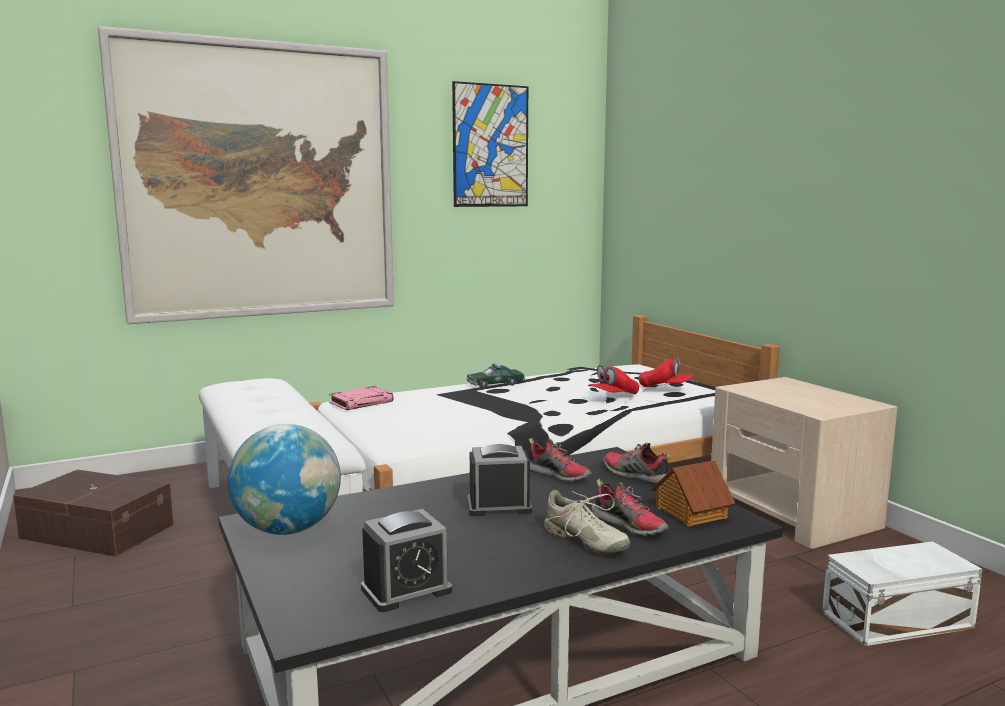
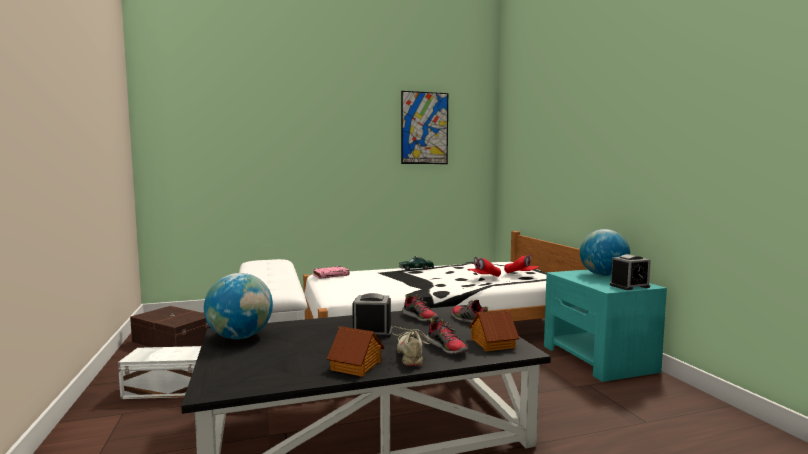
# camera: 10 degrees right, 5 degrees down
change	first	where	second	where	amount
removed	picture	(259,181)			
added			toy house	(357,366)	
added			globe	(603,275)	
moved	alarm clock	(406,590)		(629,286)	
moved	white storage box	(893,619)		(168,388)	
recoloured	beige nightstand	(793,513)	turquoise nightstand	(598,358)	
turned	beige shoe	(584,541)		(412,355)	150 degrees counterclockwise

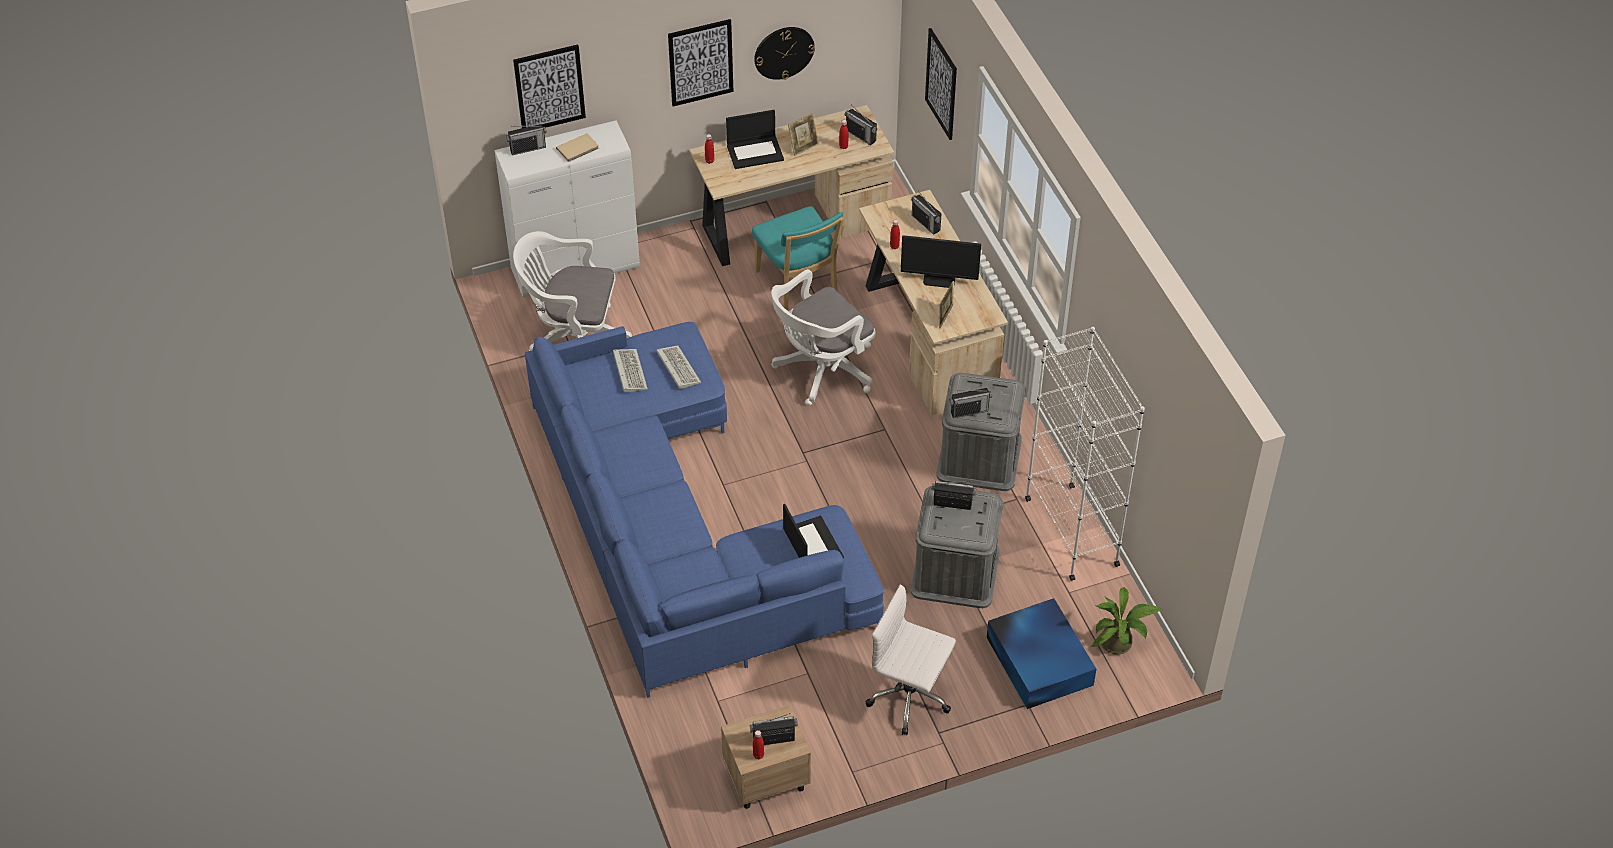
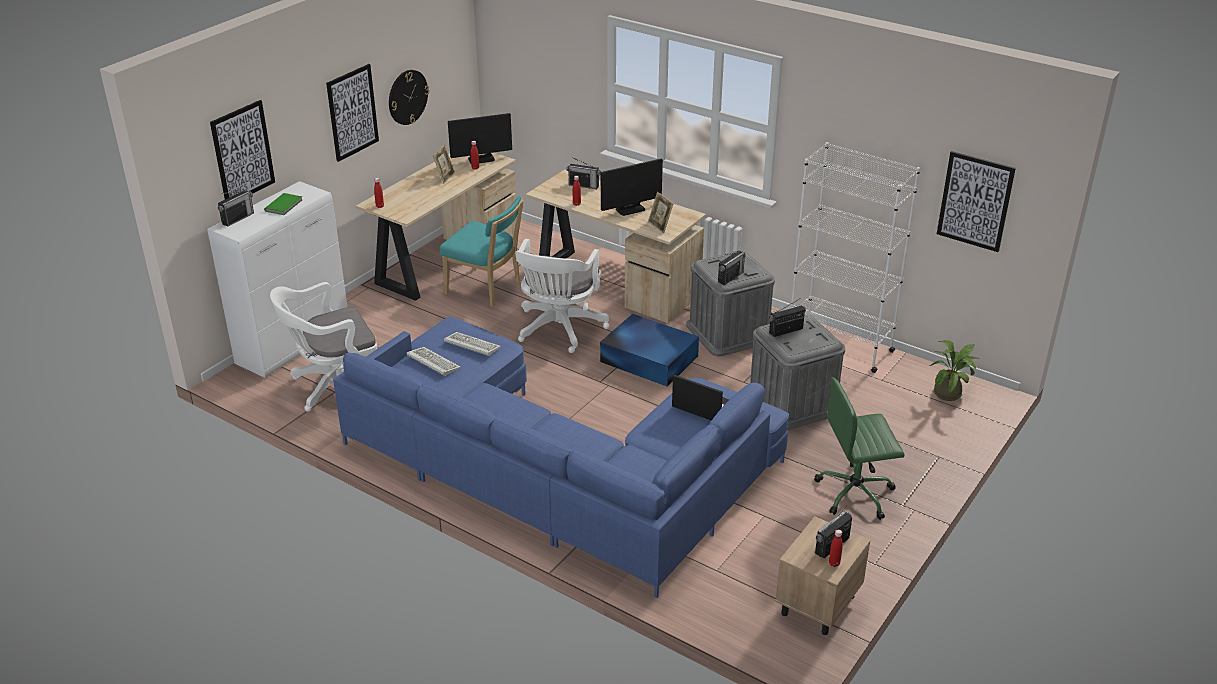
# camera: 35 degrees left, 15 degrees down
change	first	where	second	where	amount
removed	laptop	(755,152)			
moved	picture	(941,84)		(975,201)	
moved	blue storage box	(1039,659)		(648,358)	
replaced	radio	(861,135)	monitor	(481,159)	
recoloured	beige book	(578,149)	green book	(284,205)	
recoloured	white office chair	(911,697)	green office chair	(856,493)	

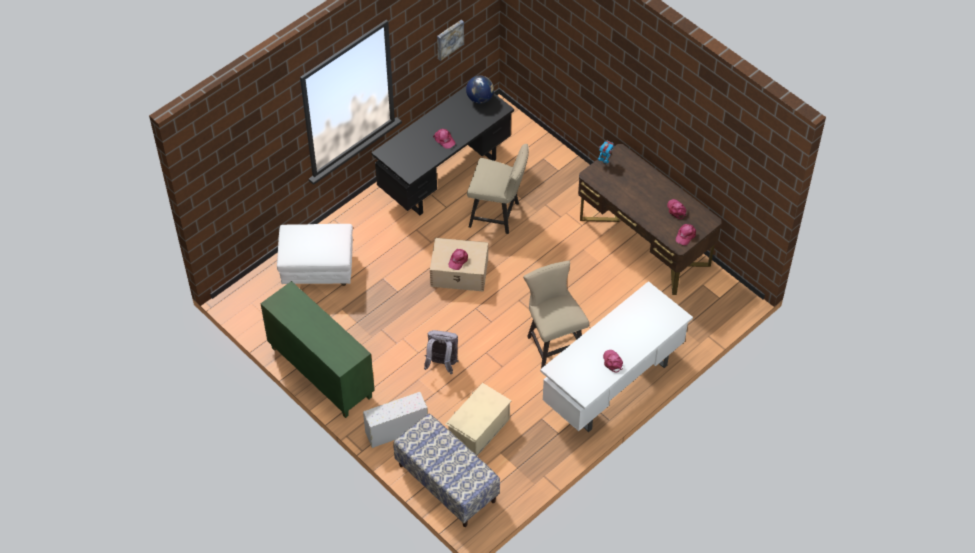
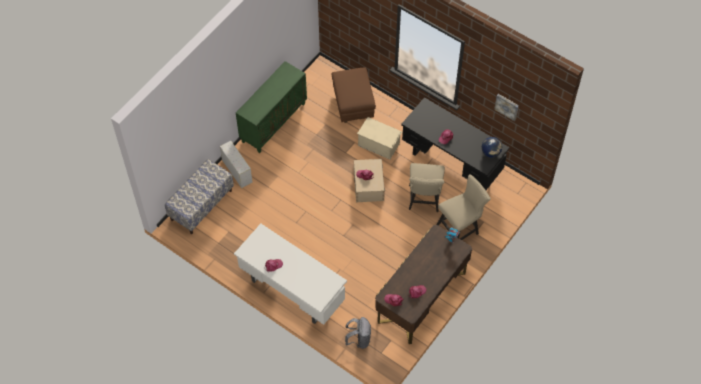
# camera: 80 degrees right, 5 degrees up
change	first	where	second	where	amount
moved	grey backpack	(442,364)		(359,340)	
moved	beige storage box	(478,429)		(378,144)	
moved	beige chair	(553,342)		(460,228)	
recoloured	white ottoman	(317,271)	brown ottoman	(352,105)	

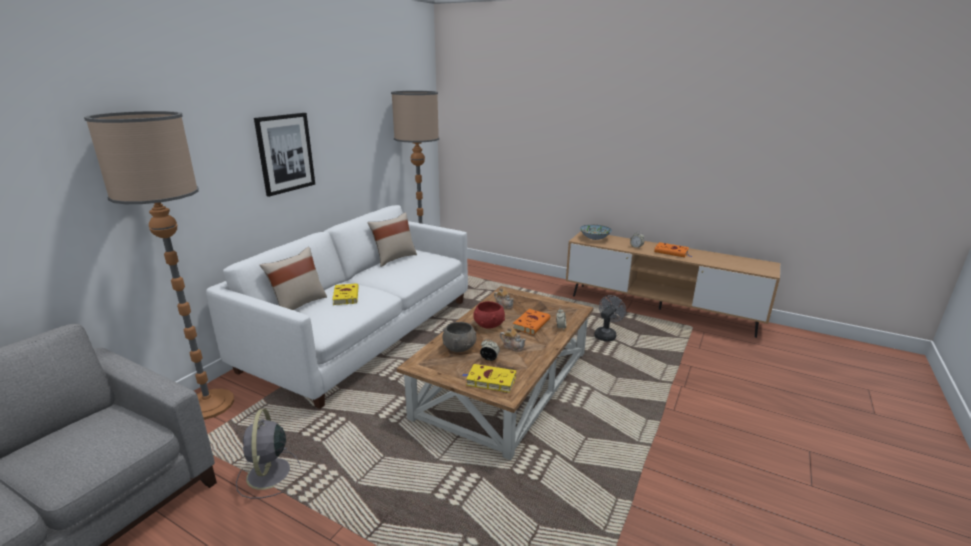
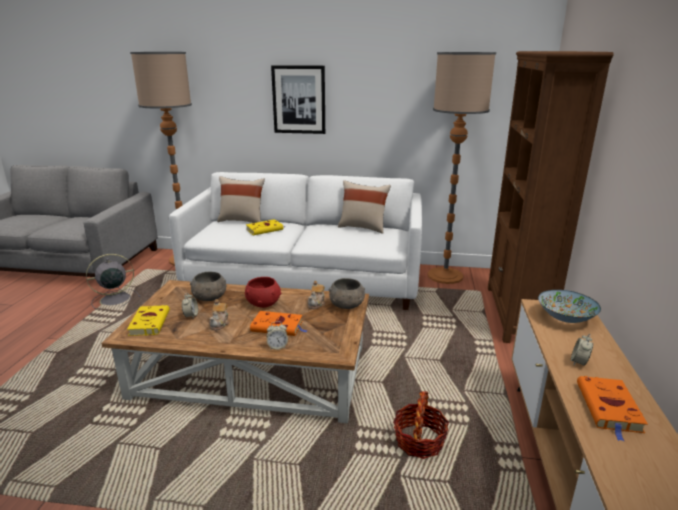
# camera: 70 degrees right, 0 degrees up
change	first	where	second	where	amount
added			grey bowl	(347,305)	
added			brown bookcase	(516,314)	
replaced	grey fan	(606,335)	basket	(419,441)	

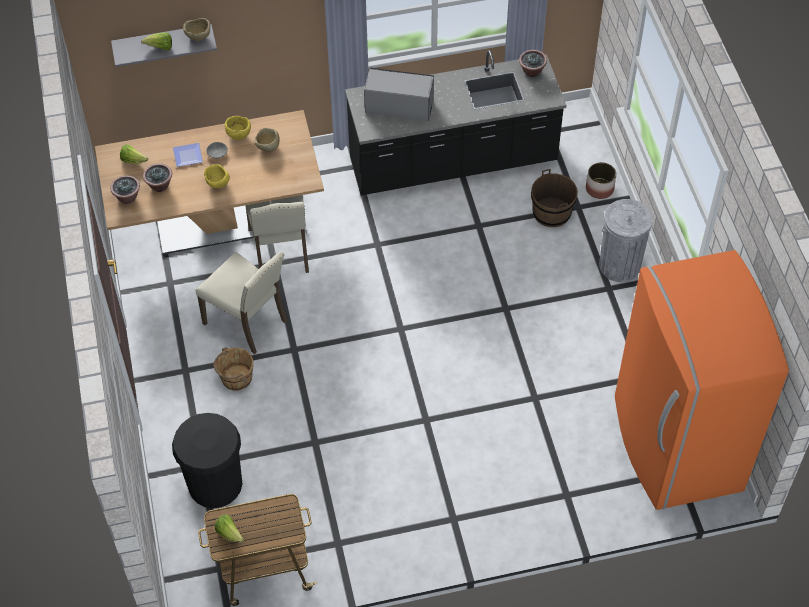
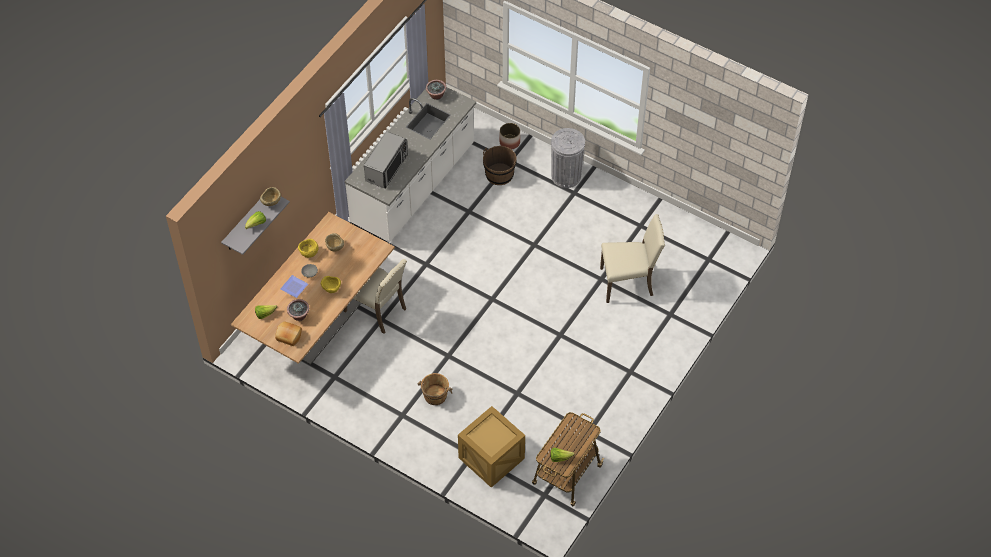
# camera: 45 degrees left, 0 degrees up
change	first	where	second	where	amount
removed	orange fridge	(675,445)			
moved	beige chair	(248,322)		(628,283)	
replaced	potted plant	(127,197)	bread	(288,336)	
replaced	black trash can	(215,484)	crate	(490,457)	
recoloured	black counter	(453,163)	white counter	(414,187)	
turned	microwave	(399,106)		(387,168)	150 degrees clockwise

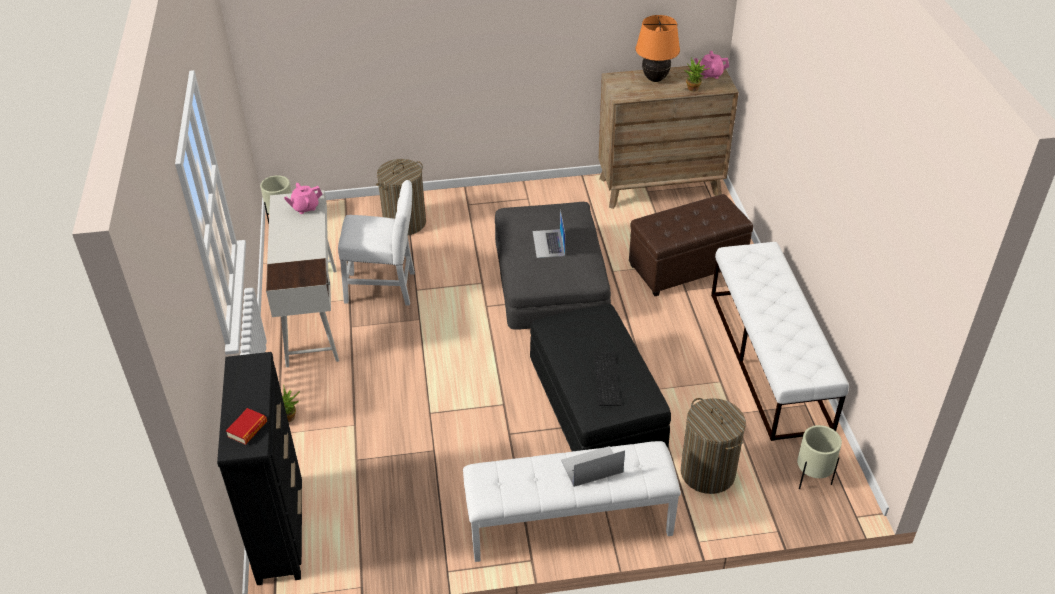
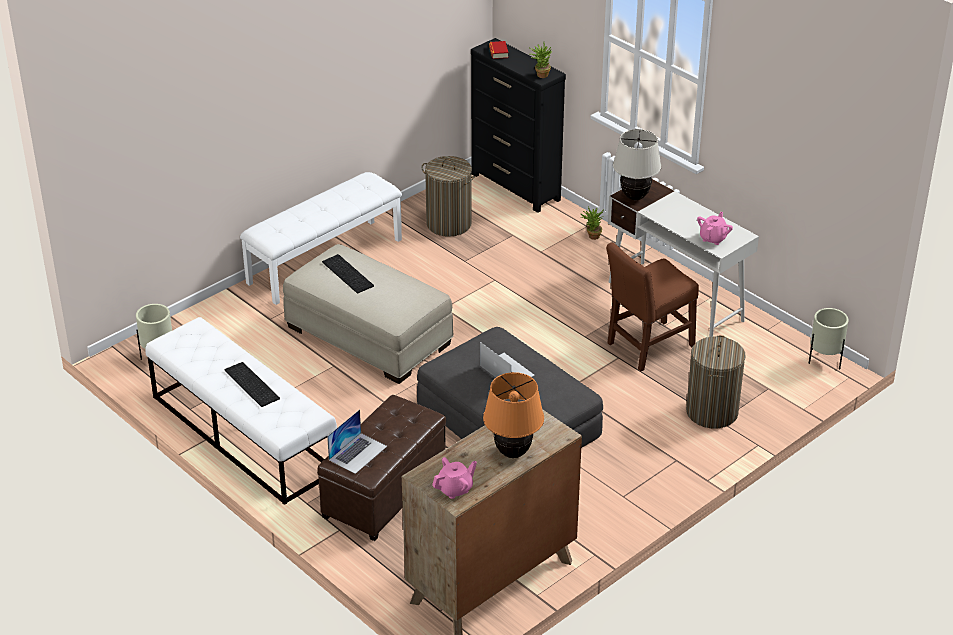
# camera: 145 degrees right, 5 degrees down
change	first	where	second	where	amount
added			keyboard	(250,384)	
added			beige table lamp	(635,197)	
moved	laptop	(591,466)		(358,453)	
moved	laundry basket	(708,472)		(448,224)	
moved	potted plant	(694,89)		(540,74)	
recoloured	white chair	(384,288)	brown chair	(647,347)	
recoloured	black ottoman	(595,406)	beige ottoman	(369,335)	

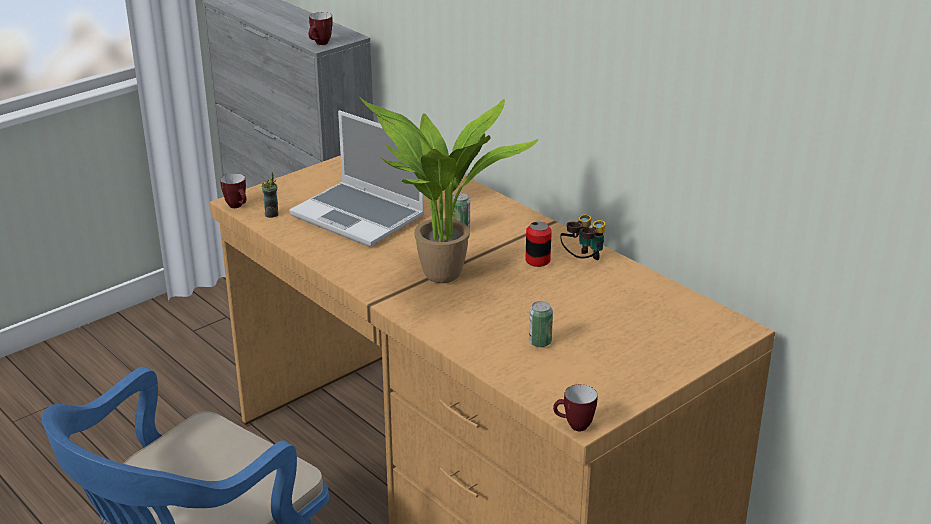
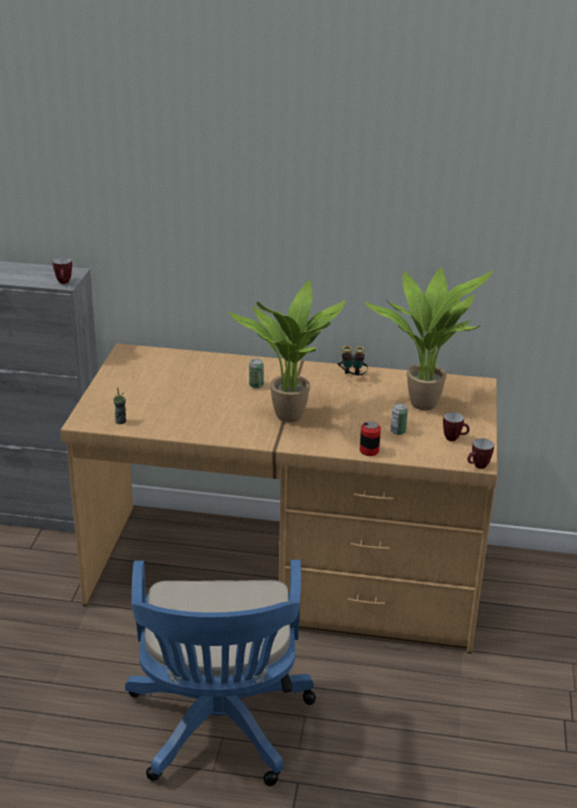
# camera: 40 degrees left, 0 degrees up
change	first	where	second	where	amount
removed	laptop	(360,216)			
added			potted plant	(424,402)	
moved	mug	(238,206)		(454,438)	
moved	can	(537,260)		(369,451)	

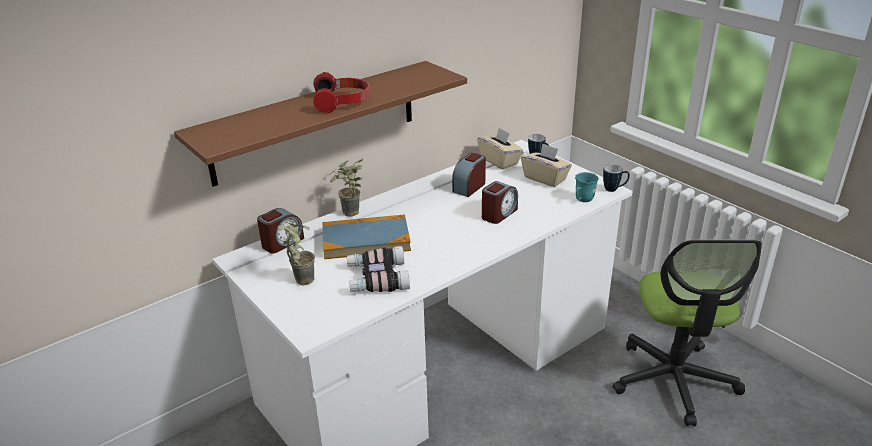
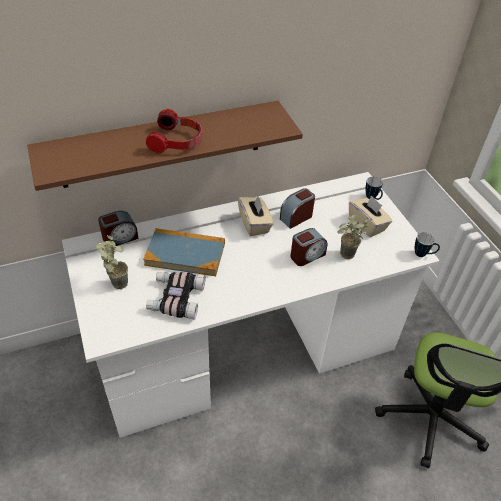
# camera: 15 degrees right, 15 degrees up
change	first	where	second	where	amount
removed	turquoise mug	(582,200)			
moved	potted plant	(349,215)		(345,257)	
moved	beige tissue box	(499,161)		(254,224)	

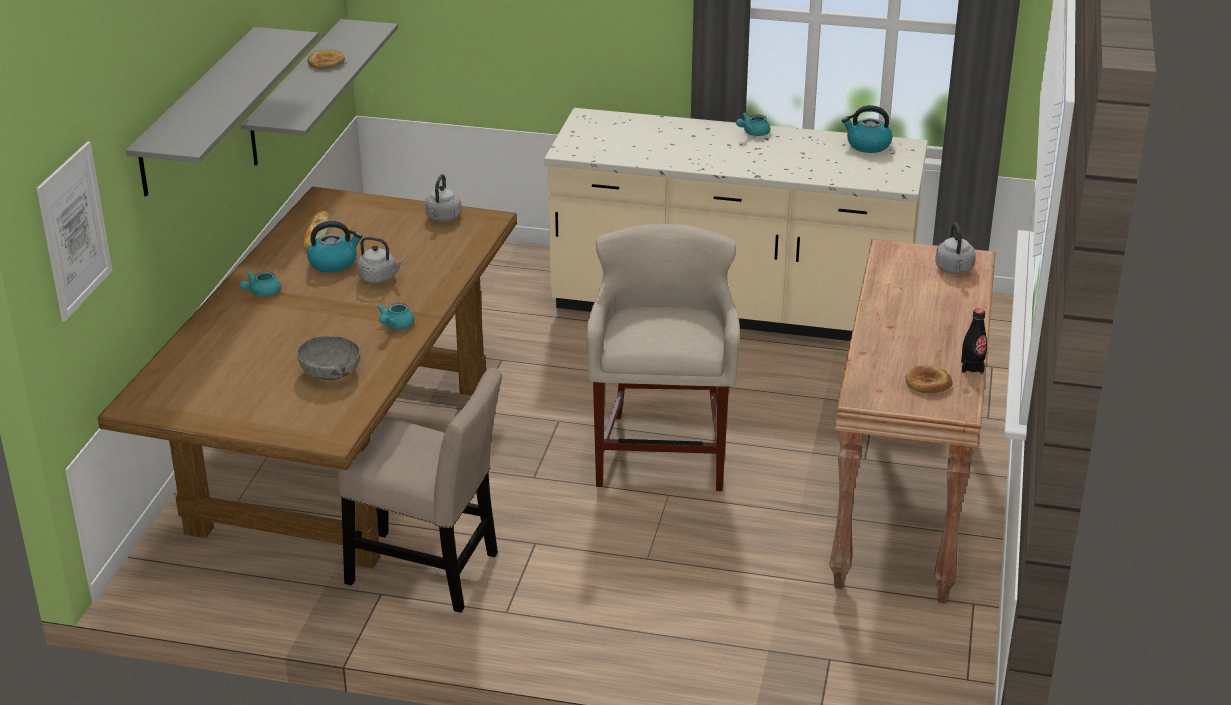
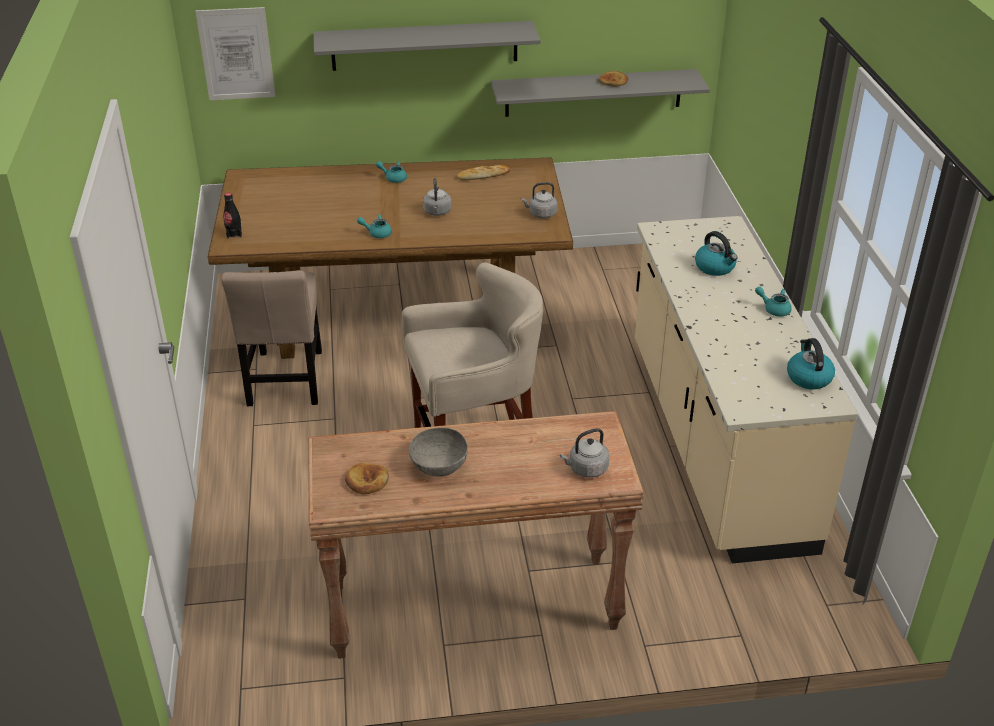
# camera: 70 degrees right, 5 degrees up
change	first	where	second	where	amount
moved	grey bowl	(330,372)		(439,465)	
moved	kettle	(334,263)		(715,267)	
moved	black bottle	(972,367)		(234,234)	

